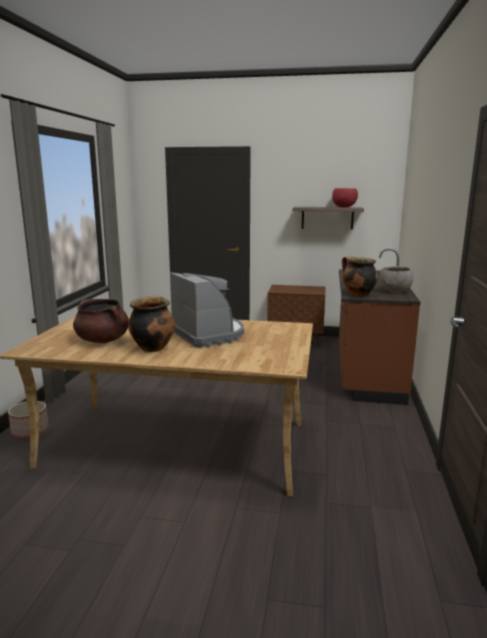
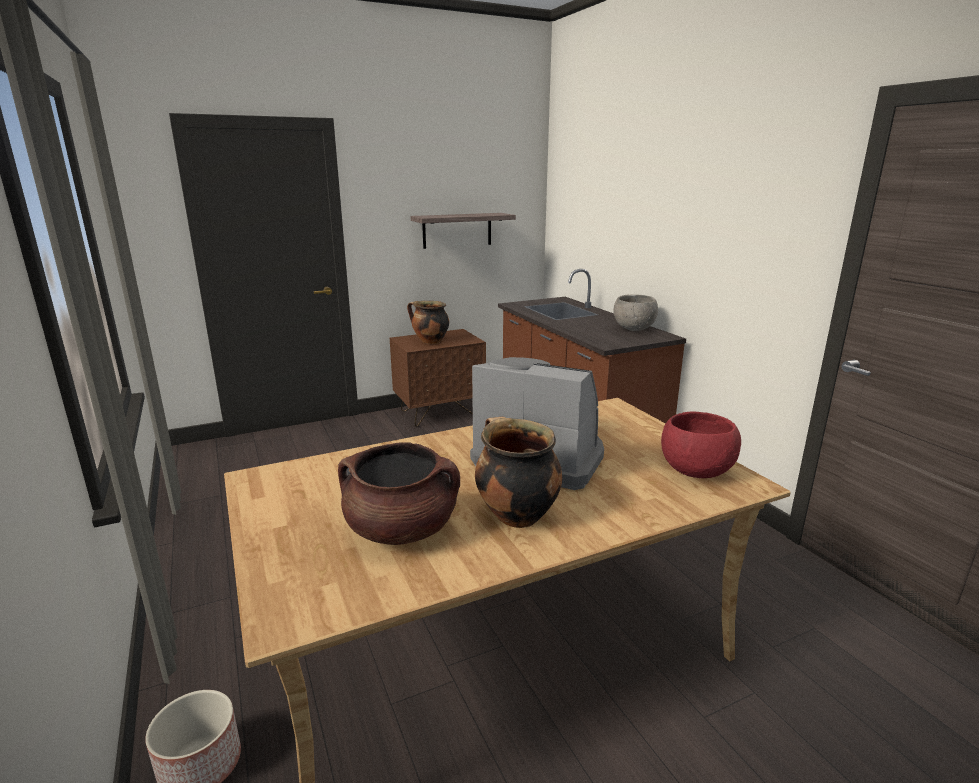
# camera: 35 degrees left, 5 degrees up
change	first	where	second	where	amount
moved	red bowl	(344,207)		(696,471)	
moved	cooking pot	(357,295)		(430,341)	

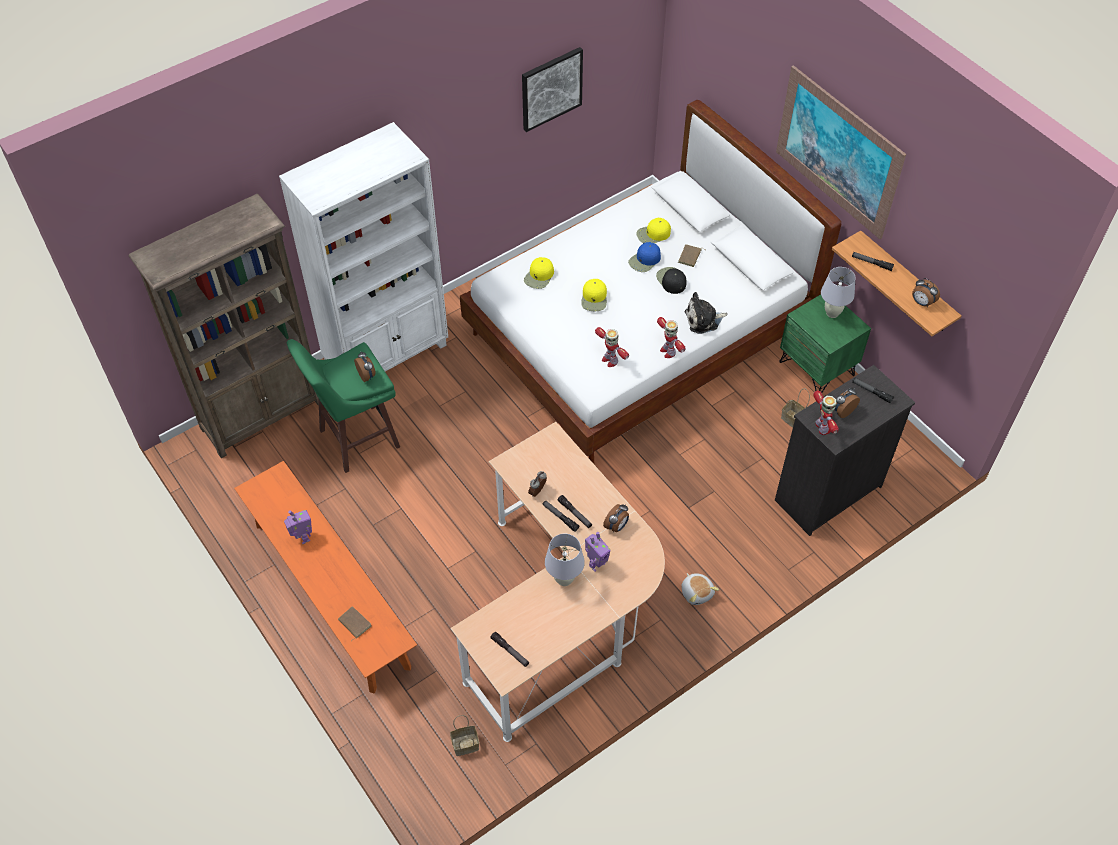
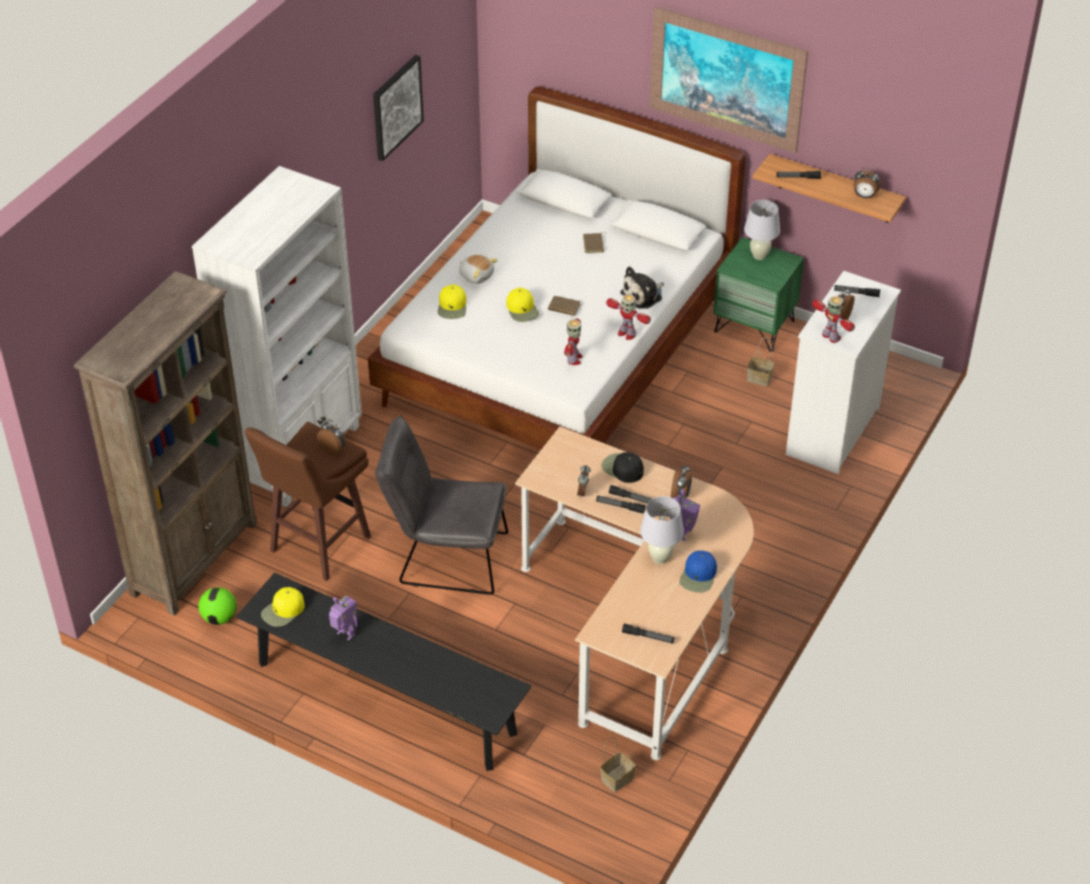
# camera: 25 degrees left, 10 degrees down
change	first	where	second	where	amount
added			football	(219,617)	
added			grey chair	(445,557)	
moved	brown book	(354,624)		(563,308)	
moved	blue cap	(645,260)		(698,576)	
moved	yellow cap	(653,234)		(283,611)	
moved	black cap	(671,280)		(622,468)	
moved	plush toy	(697,592)		(476,275)	
recoloured	orange bench	(331,594)	black bench	(385,698)	
recoloured	green stool	(357,439)	brown stool	(318,545)	
recoloured	black dresser	(827,493)	white dresser	(831,431)	
turned	toy robot	(610,360)		(574,359)	105 degrees counterclockwise

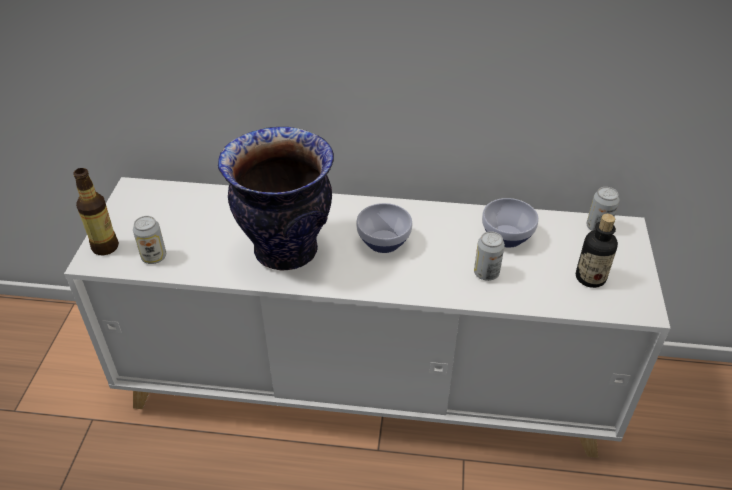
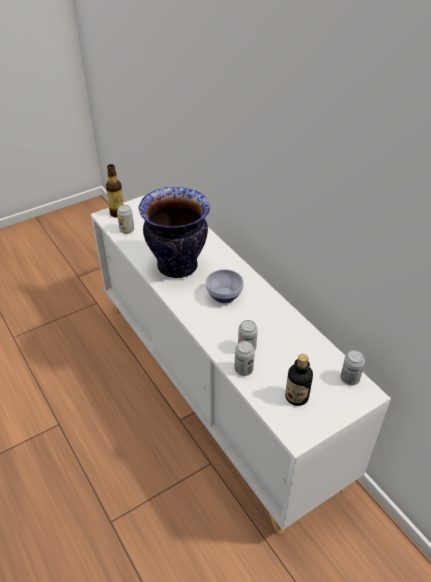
# camera: 50 degrees right, 0 degrees up
change	first	where	second	where	amount
removed	bowl	(506,238)			
added			can	(243,369)	

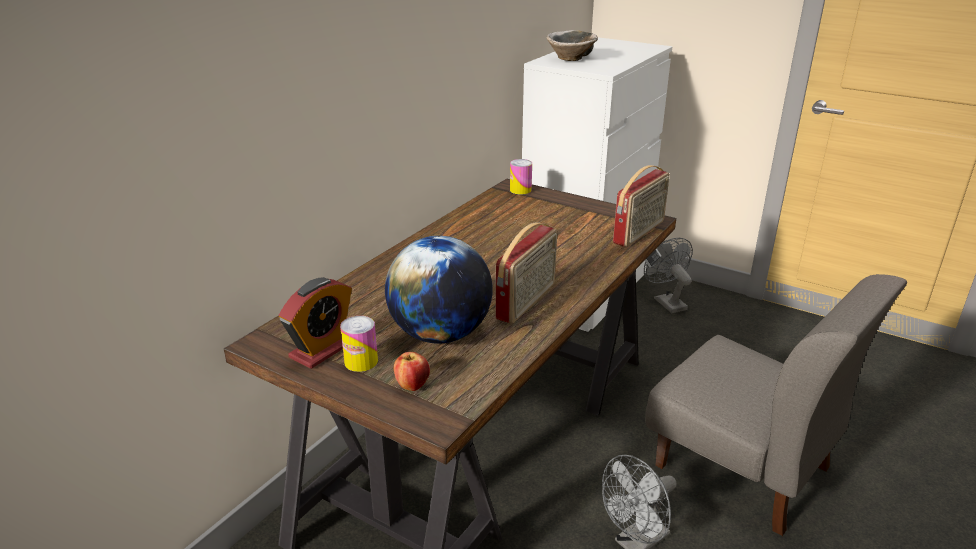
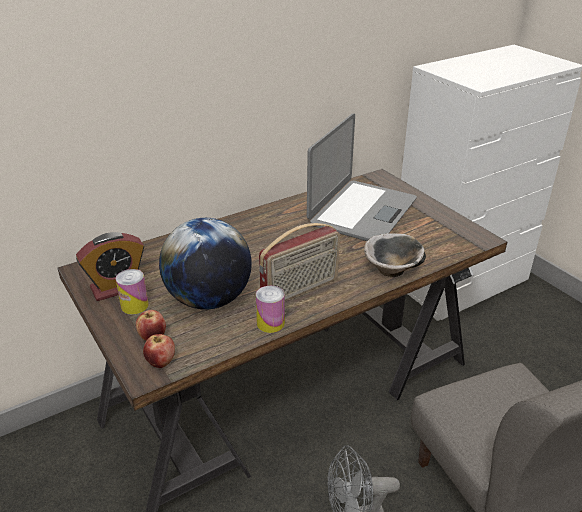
# camera: 25 degrees right, 5 degrees up
change	first	where	second	where	amount
removed	radio	(640,232)			
removed	grey fan	(666,302)			
added			apple	(161,362)	
added			laptop	(361,212)	
moved	can	(520,190)		(270,323)	
moved	bowl	(571,59)		(392,270)	

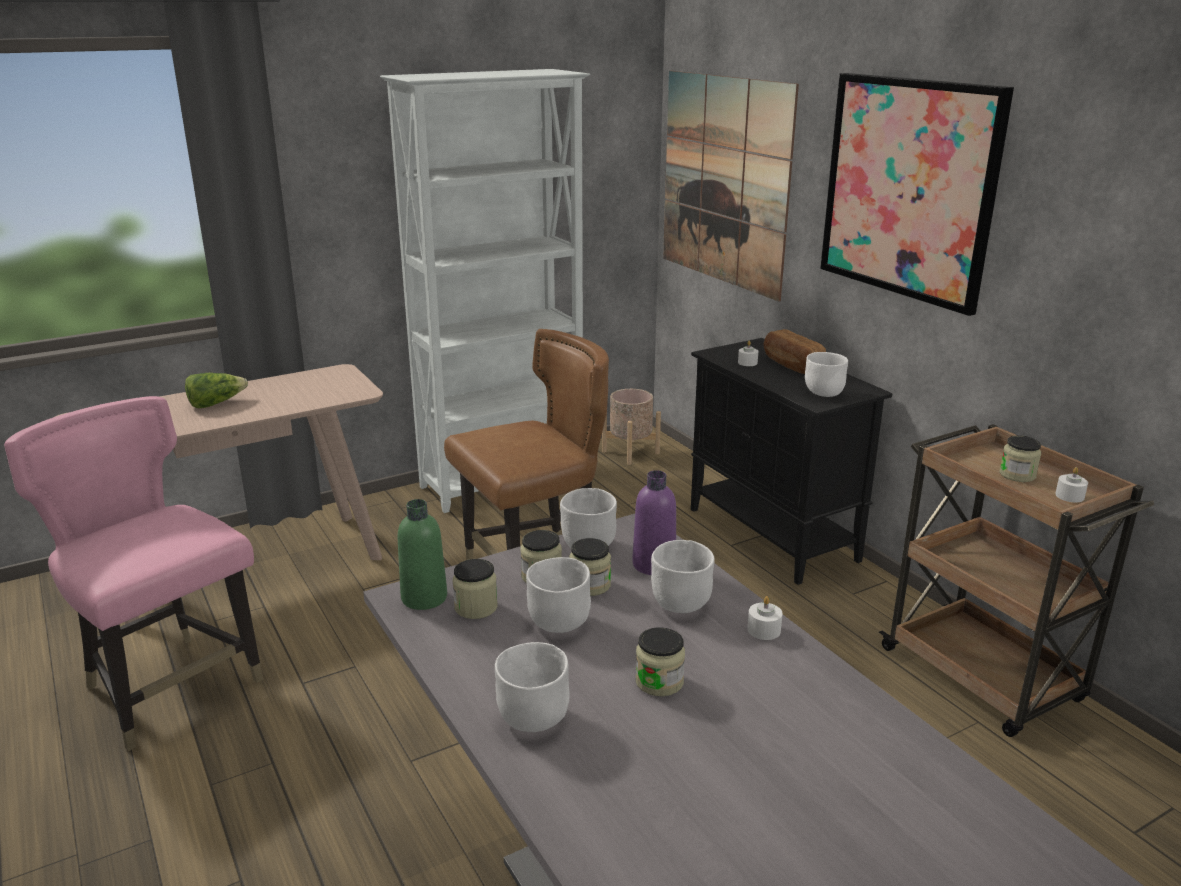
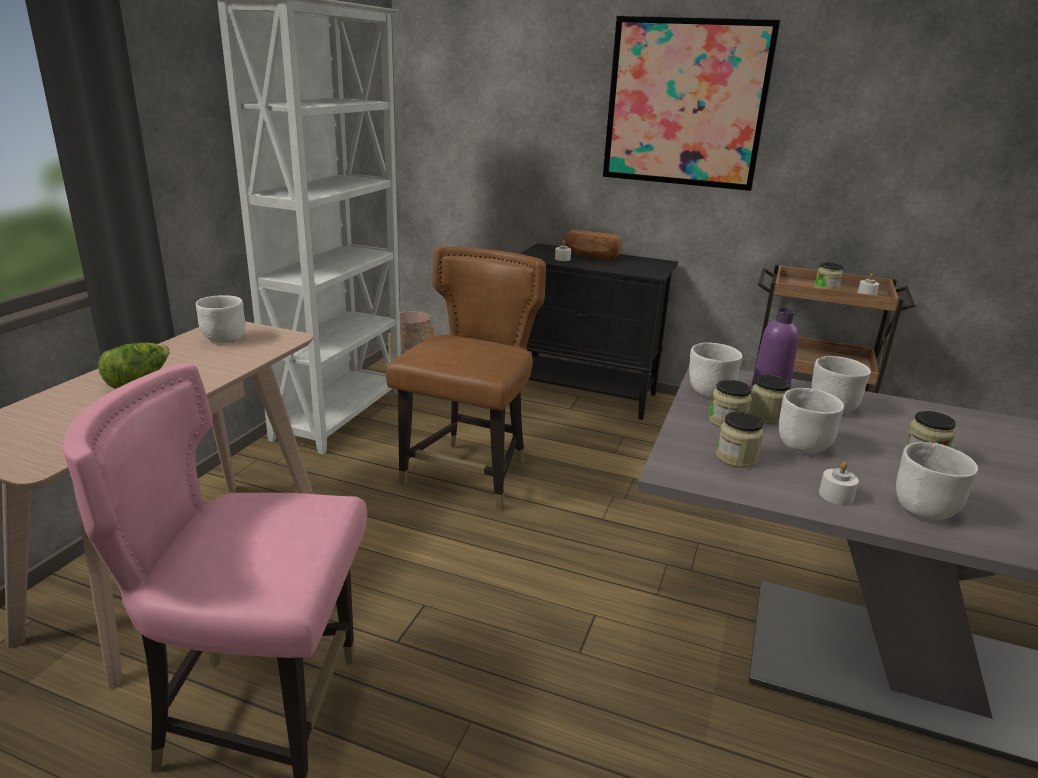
# camera: 40 degrees left, 0 degrees up
change	first	where	second	where	amount
removed	green bottle	(424,598)			
removed	picture	(724,181)			
moved	white candle	(764,630)		(836,495)	
moved	white bowl	(823,394)		(224,340)	

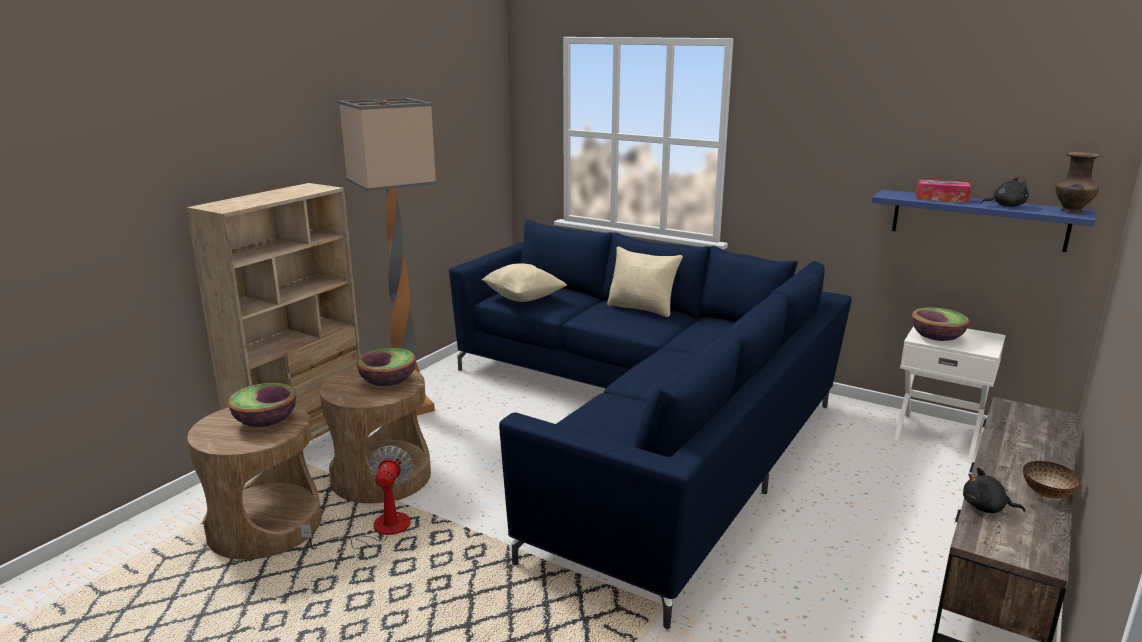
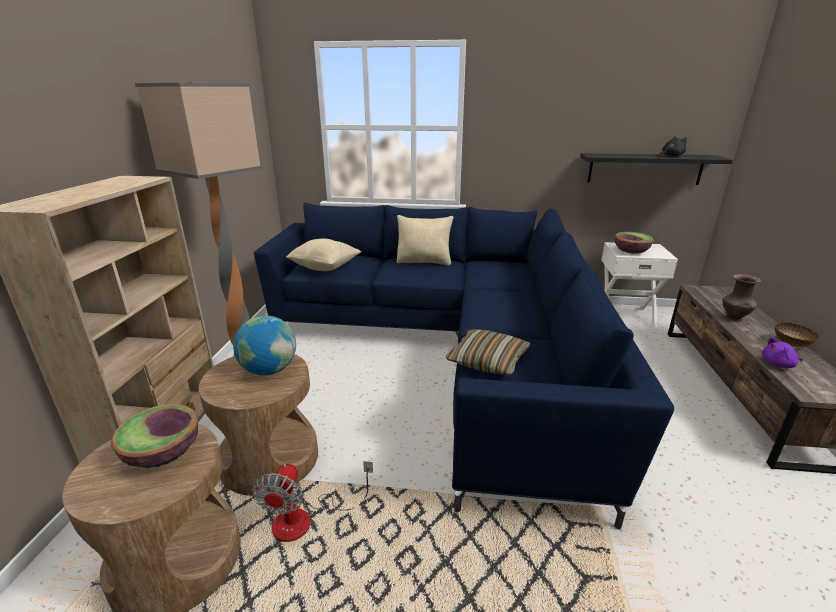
# camera: 25 degrees left, 5 degrees up
change	first	where	second	where	amount
removed	tissue box	(941,198)			
added			pillow	(487,360)	
moved	brown vase	(1071,211)		(734,319)	
replaced	bowl	(388,382)	globe	(269,370)	
recoloured	blue shelf	(978,220)	black shelf	(644,169)	
recoloured	black plush toy	(986,508)	purple plush toy	(778,364)	
turned	fan	(378,530)		(306,519)	150 degrees counterclockwise

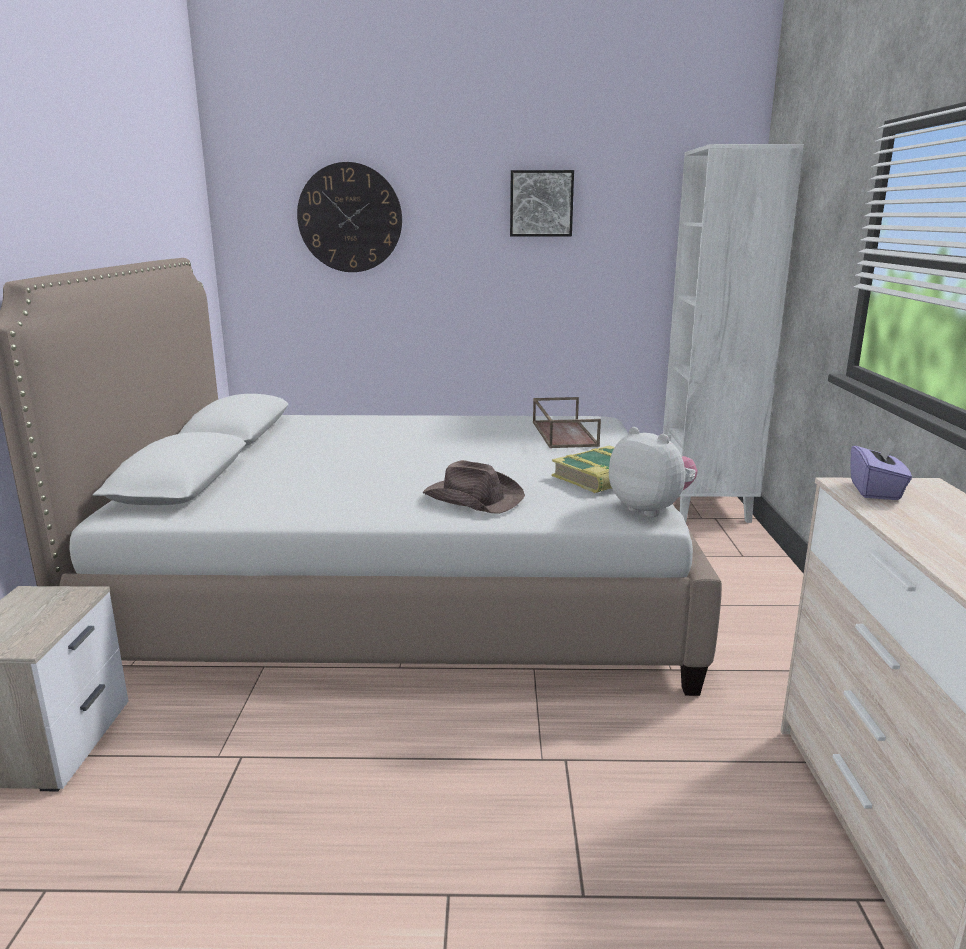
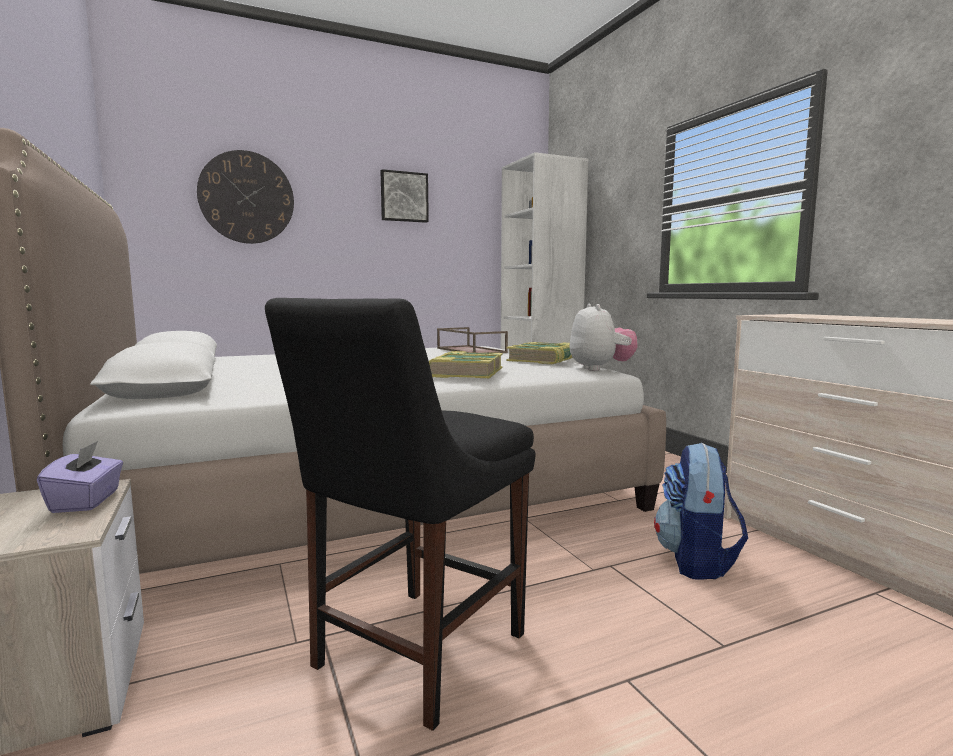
# camera: 25 degrees left, 10 degrees down
change	first	where	second	where	amount
added			black chair	(413,655)	
added			backpack	(696,561)	
moved	purple tissue box	(875,491)		(87,501)	
replaced	brown hat	(472,497)	book	(465,373)	
turned	plush toy	(650,509)		(600,369)	60 degrees clockwise

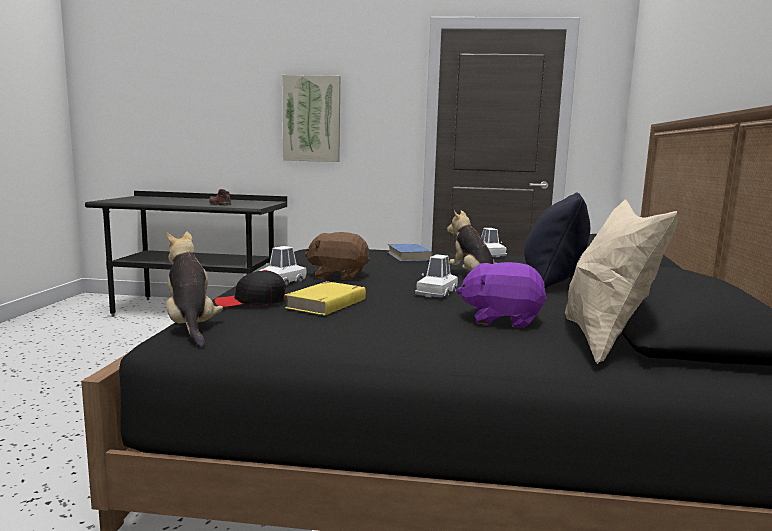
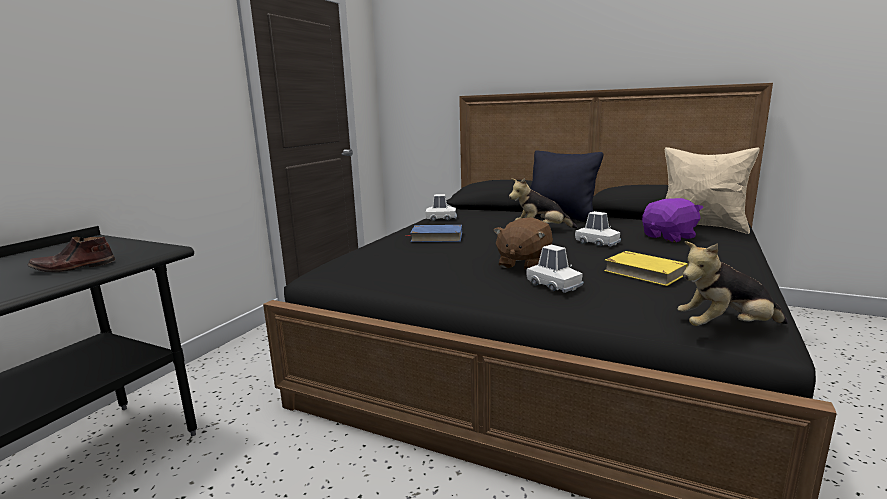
# camera: 70 degrees left, 5 degrees up
change	first	where	second	where	amount
removed	black cap	(251,302)			
removed	picture	(312,119)			
turned	purple plush toy	(501,319)		(669,237)	150 degrees counterclockwise

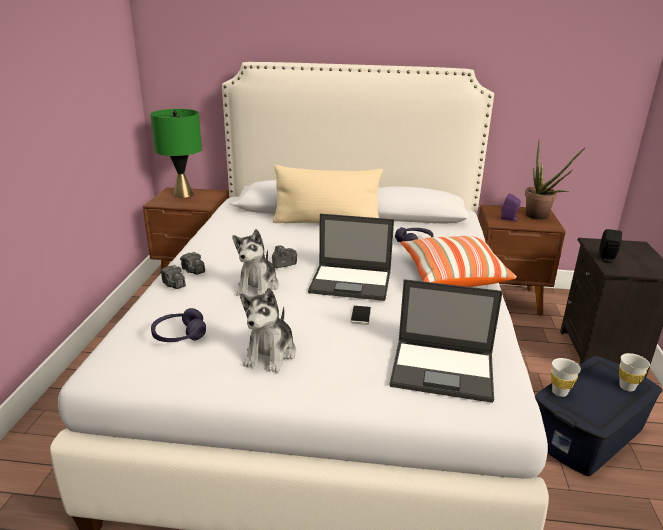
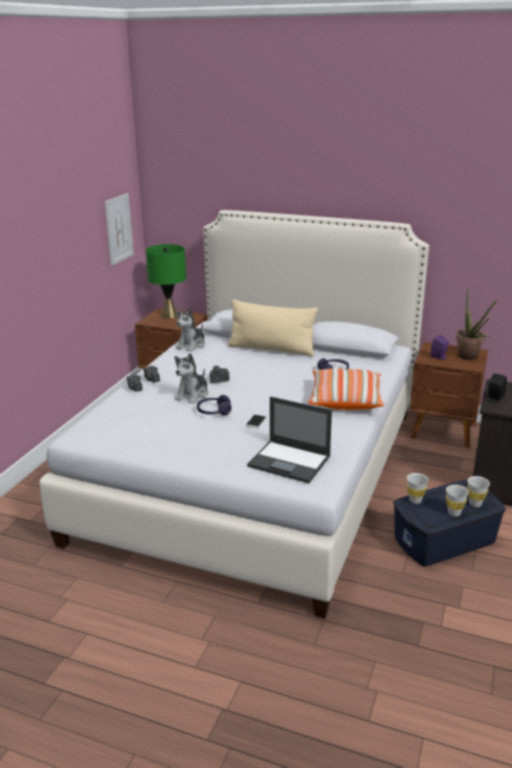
# camera: 15 degrees right, 0 degrees up
change	first	where	second	where	amount
removed	laptop	(352,282)			
added			picture	(119,229)	
added			white cup	(454,513)	
moved	purple headphones	(179,335)		(214,411)	
moved	plush toy	(271,354)		(191,345)	

